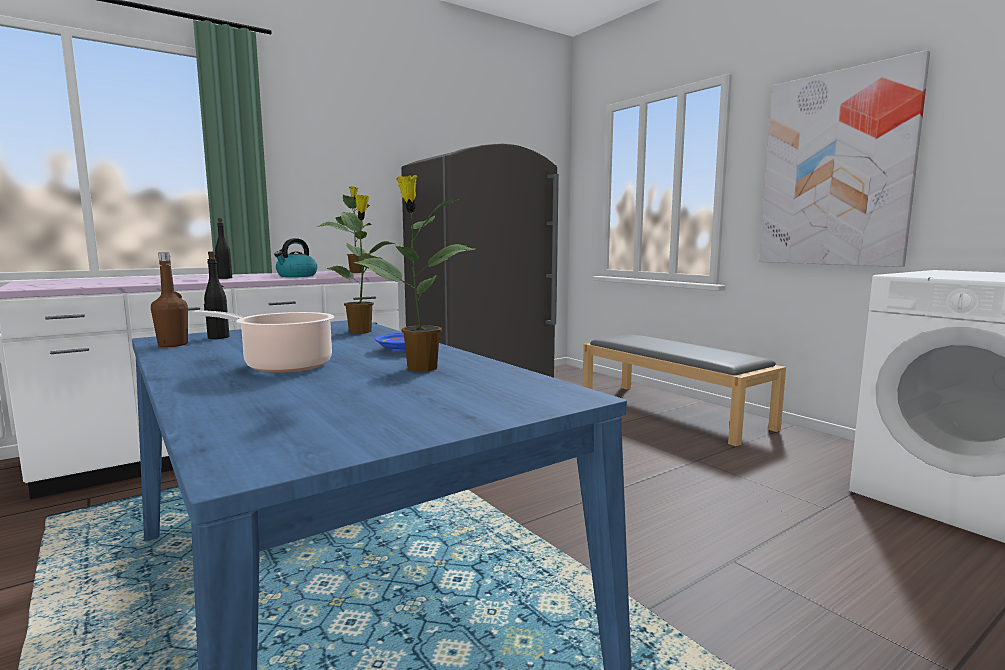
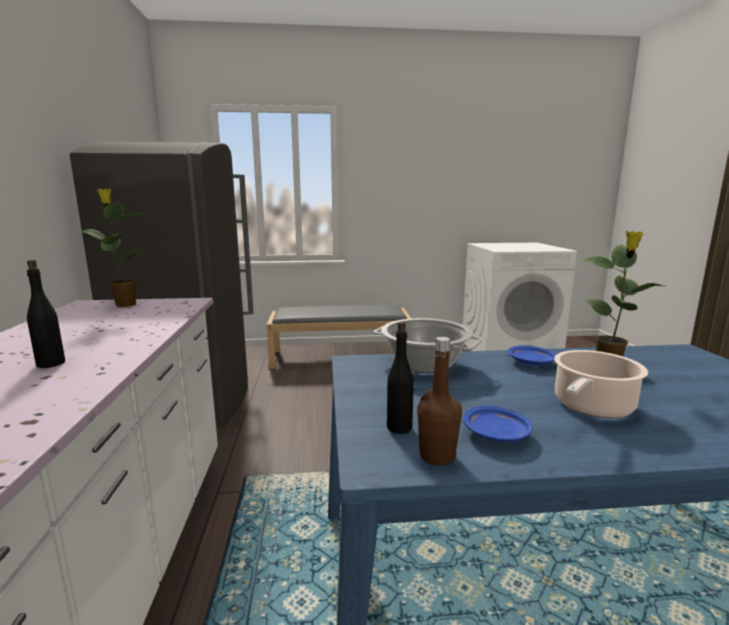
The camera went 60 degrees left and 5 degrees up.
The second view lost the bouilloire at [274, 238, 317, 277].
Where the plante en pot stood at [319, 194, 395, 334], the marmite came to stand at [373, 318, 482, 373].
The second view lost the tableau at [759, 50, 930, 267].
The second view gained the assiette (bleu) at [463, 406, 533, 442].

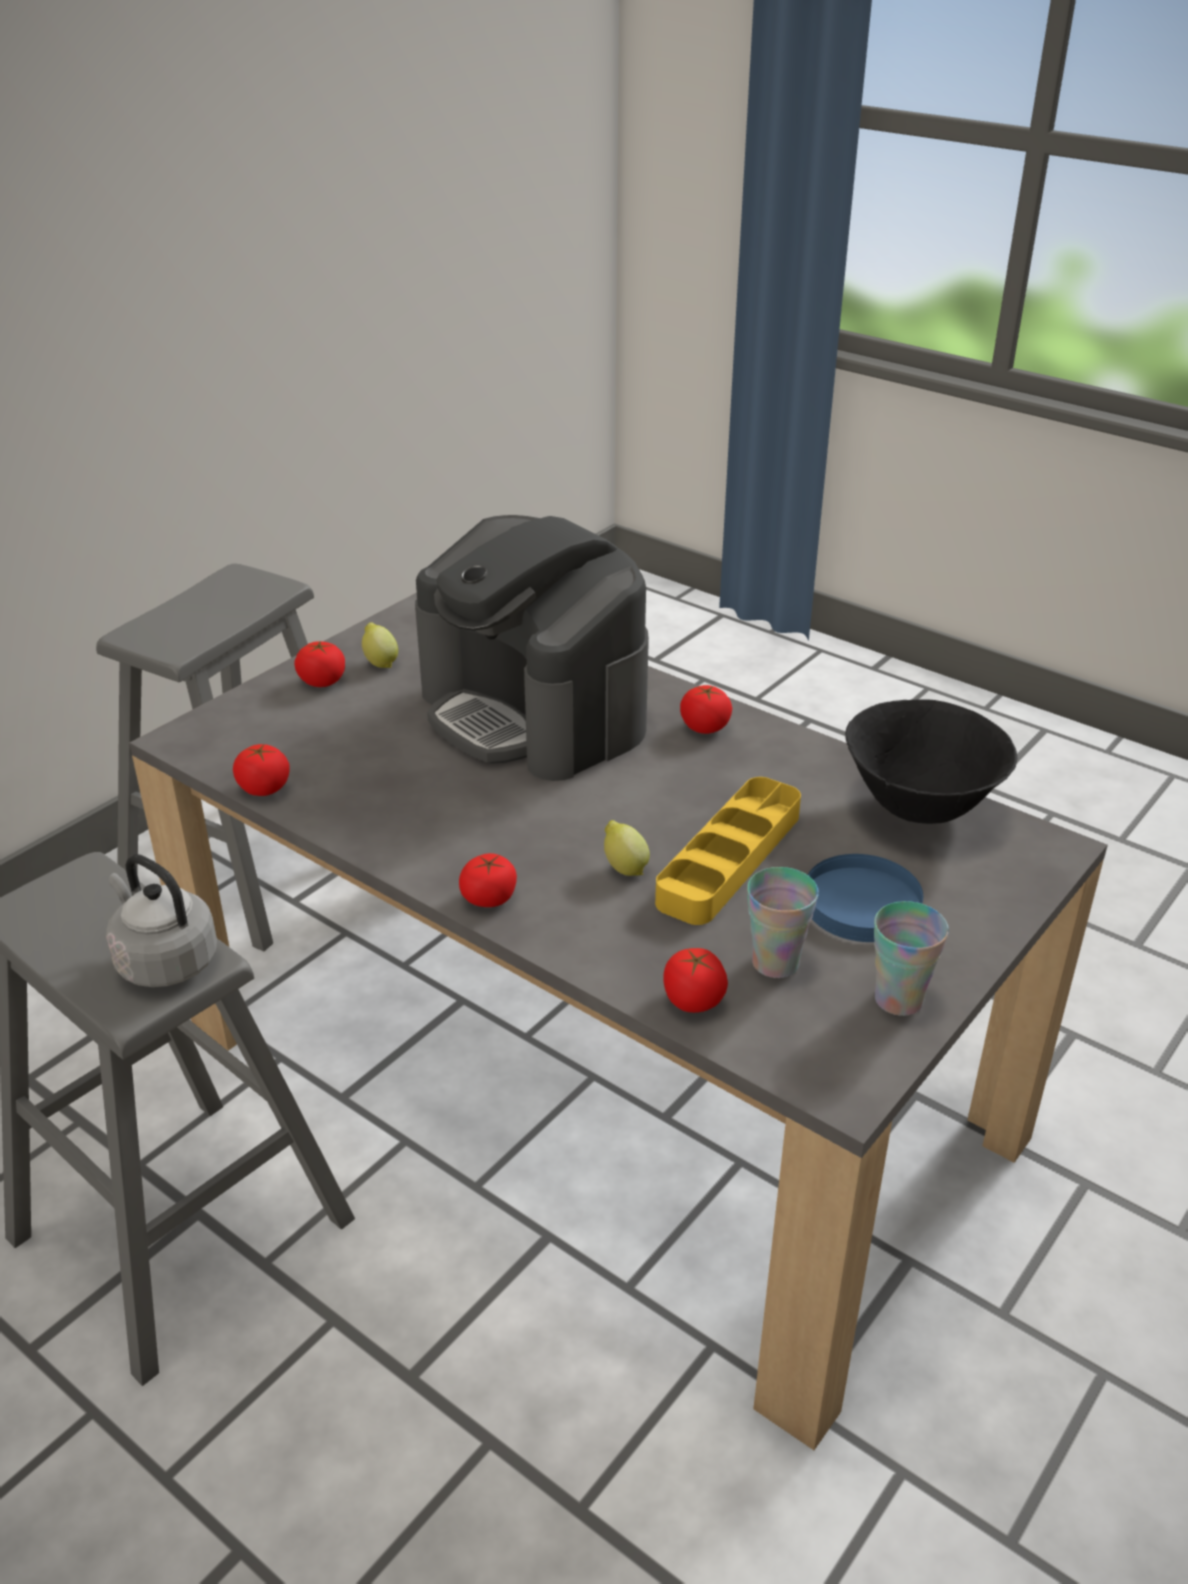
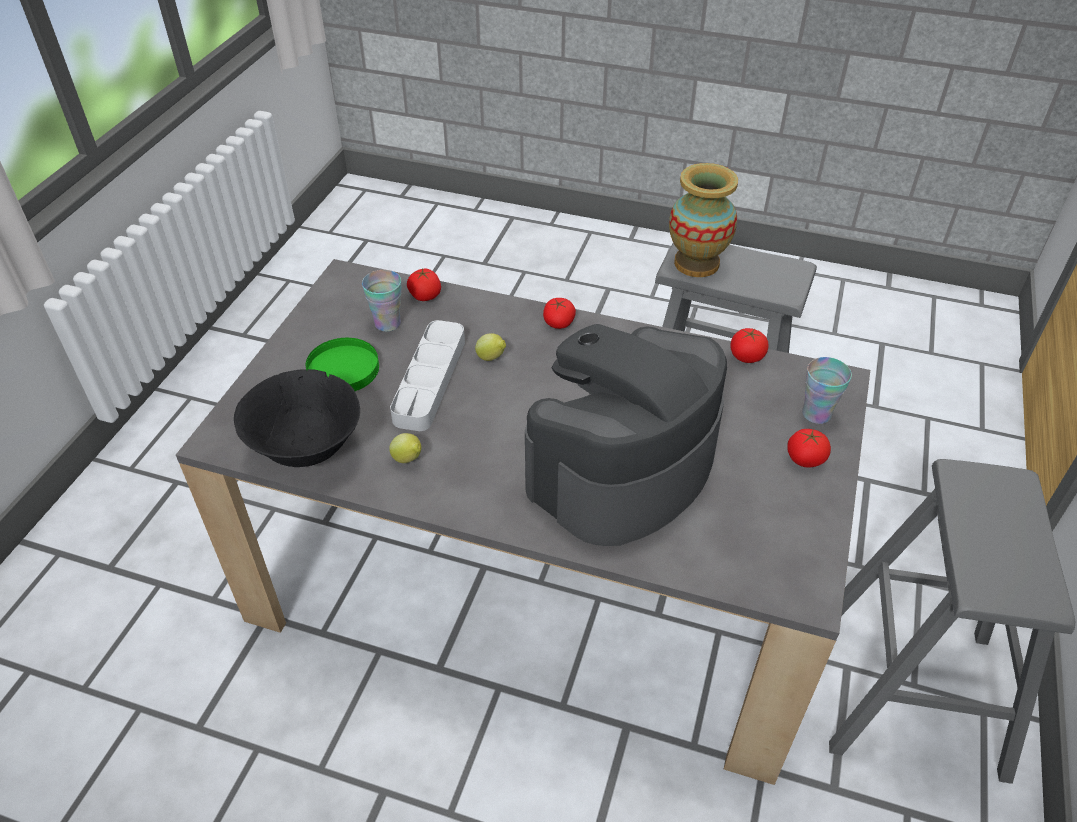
The camera went 160 degrees right and 10 degrees up.
Where the bouilloire (gris) stood at [106, 854, 217, 987], the vase came to stand at [669, 163, 738, 277].
The citron ended up elsewhere, having gone from [362, 622, 398, 668] to [389, 433, 421, 463].
The machine à café at [415, 515, 649, 781] ended up facing another way, 75 degrees counterclockwise from before.
What was the plateau (jaune) at [655, 777, 801, 925] turned into the plateau (gris) at [390, 320, 465, 431].
The second view lost the tomate at [680, 685, 732, 734].
What was the assiette (bleu) at [808, 854, 923, 942] turned into the assiette (vert) at [306, 338, 379, 391].
The tasse ended up elsewhere, having gone from [874, 901, 949, 1016] to [802, 357, 852, 424].

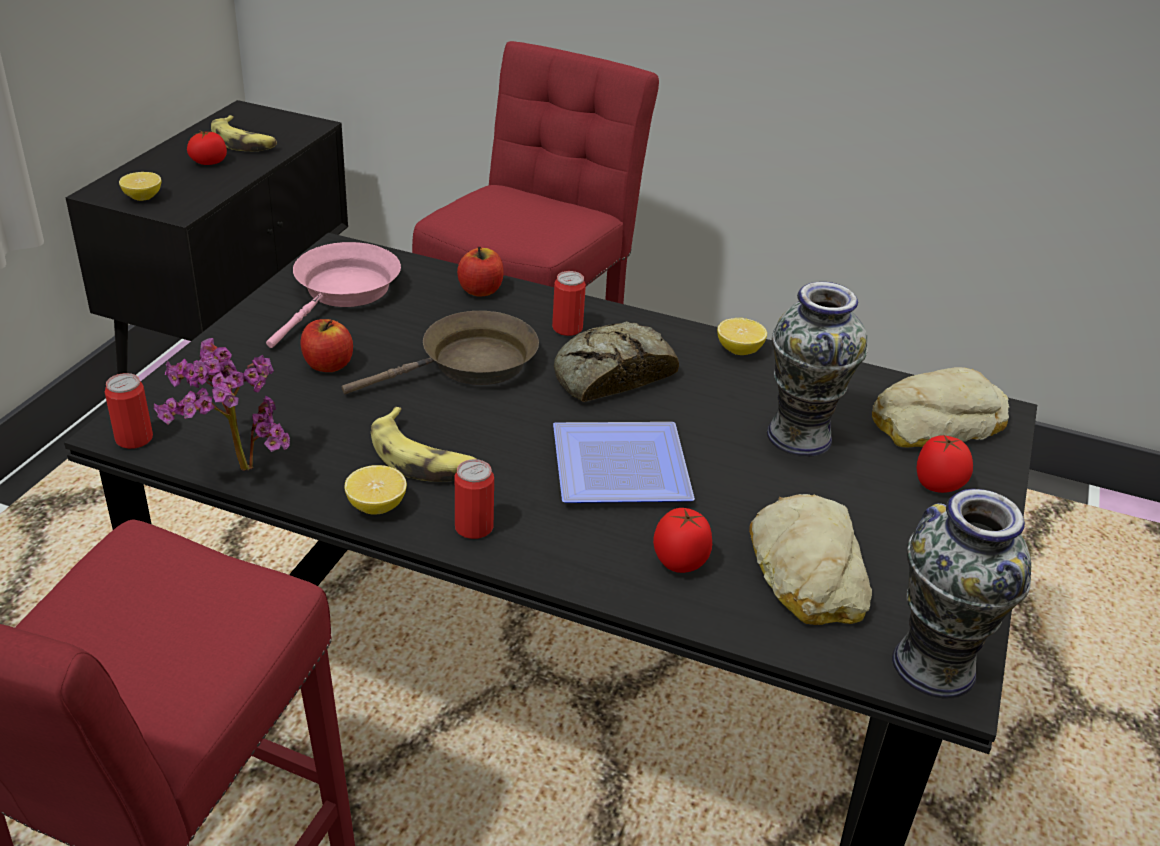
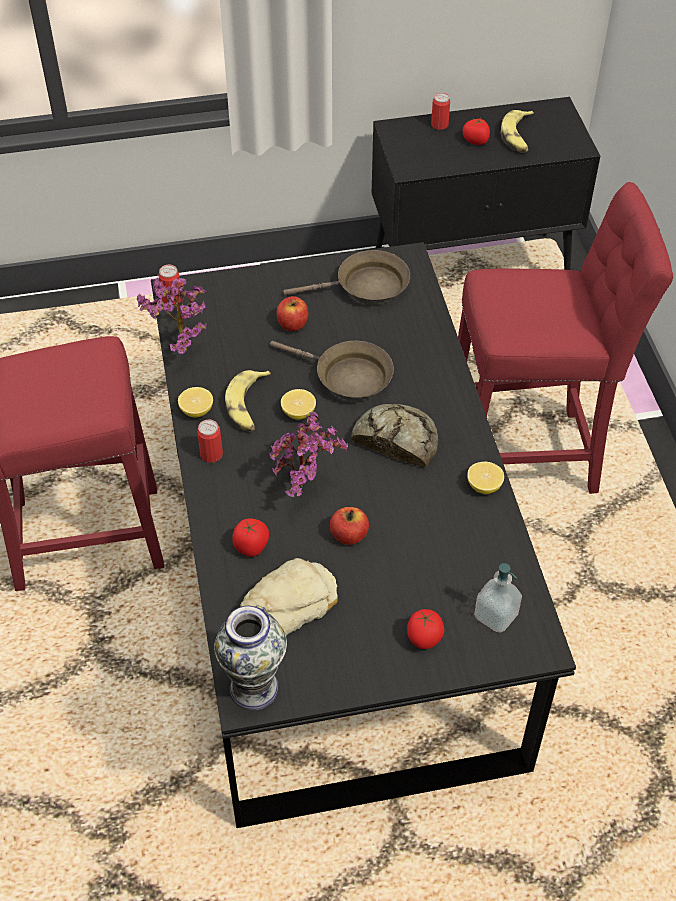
The camera went 60 degrees right and 15 degrees up.
The citron ended up elsewhere, having gone from [119, 172, 161, 201] to [281, 389, 316, 420].
What was the poêle (rose) at [266, 242, 401, 348] turned into the poêle (marron) at [283, 250, 410, 305].
The pomme ended up elsewhere, having gone from [457, 246, 504, 297] to [330, 507, 369, 545].
The boîte métallique ended up elsewhere, having gone from [552, 271, 586, 336] to [431, 93, 450, 130].
Where the assiette stood at [553, 422, 695, 503], the plante en pot came to stand at [269, 412, 348, 497].
The second view lost the vase at [767, 282, 868, 457].
Where the pain stood at [872, 367, 1009, 447], the distributeur de savon came to stand at [474, 563, 522, 633].

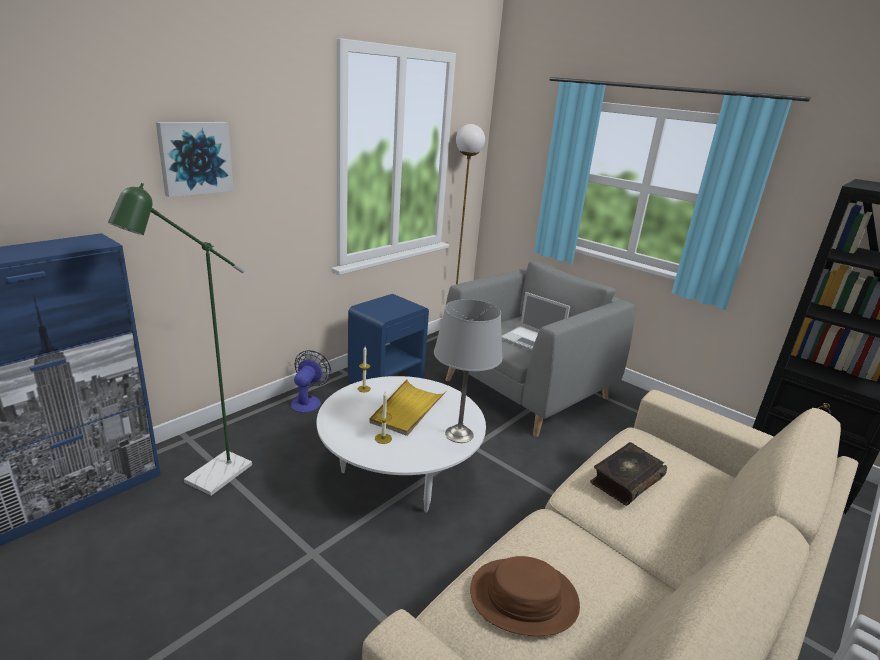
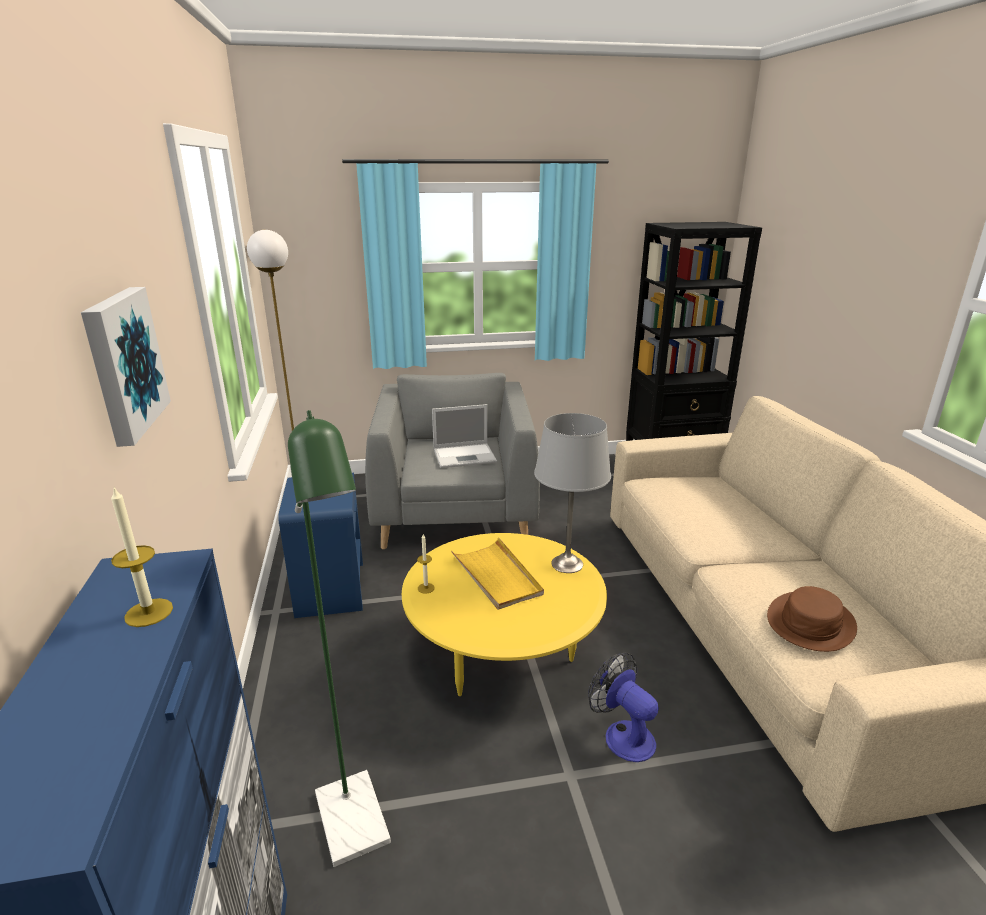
The camera went 50 degrees left and 0 degrees up.
The ventilateur ended up elsewhere, having gone from [291, 350, 331, 413] to [588, 653, 659, 762].
What was the table basse (blanc) at [317, 376, 486, 512] turned into the table basse (jaune) at [402, 533, 607, 696].
The bougie ended up elsewhere, having gone from [375, 391, 392, 444] to [111, 487, 173, 627].
The second view lost the livre at [590, 442, 667, 506].

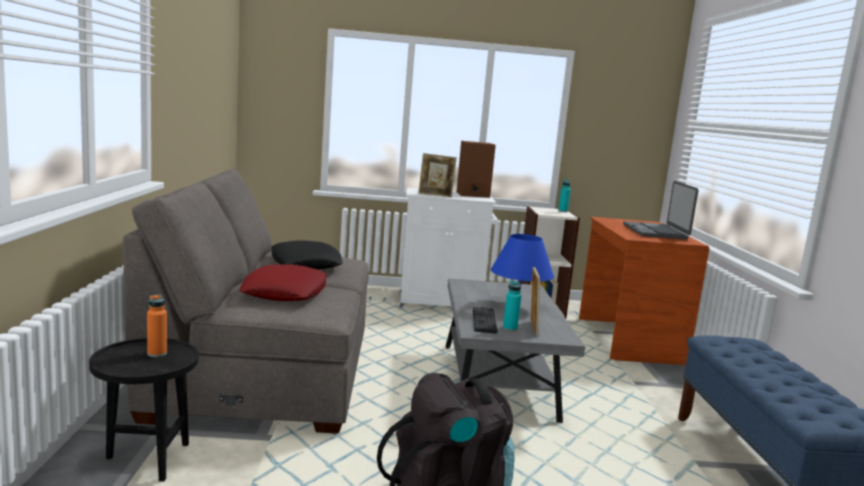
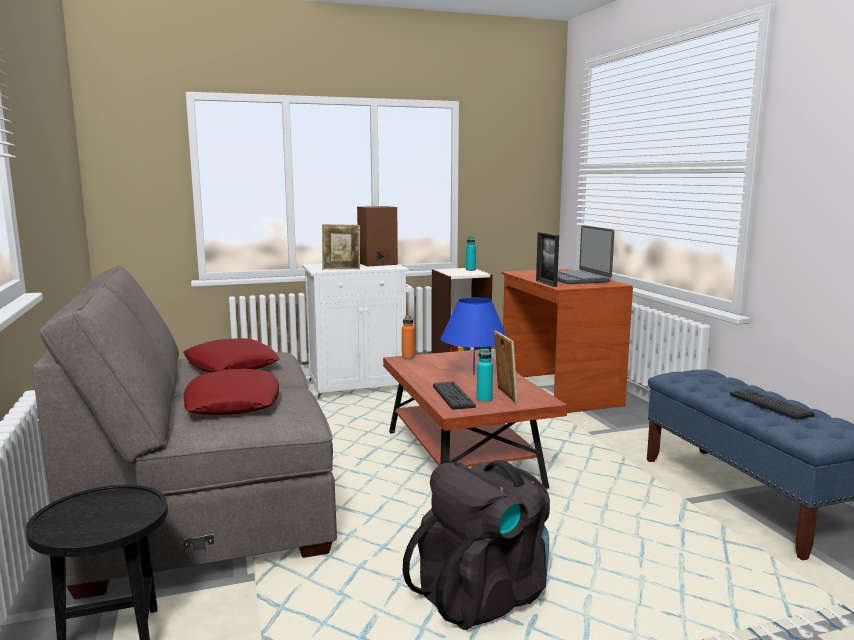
The camera went 15 degrees left and 0 degrees up.
The bouteille (orange) ended up elsewhere, having gone from [147, 294, 167, 357] to [402, 315, 415, 359].
What was the coussin (noir) at [272, 240, 342, 270] turned into the coussin (rouge) at [183, 338, 280, 373].
What was the table basse (gris) at [445, 279, 585, 423] turned into the table basse (marron) at [383, 350, 567, 489].
The second view gained the cadre photo at [536, 232, 559, 287].
The second view gained the clavier at [730, 389, 815, 420].

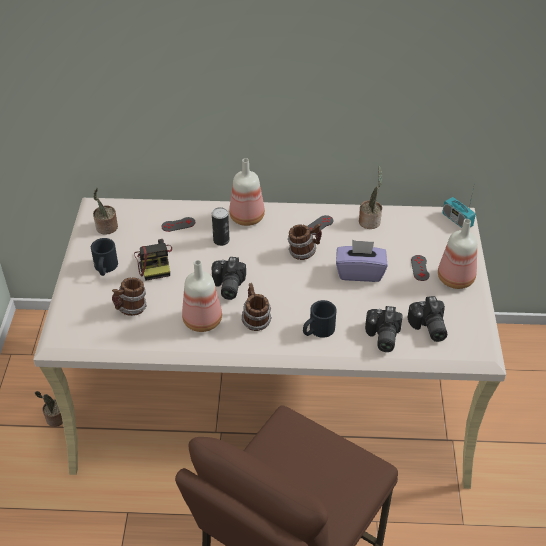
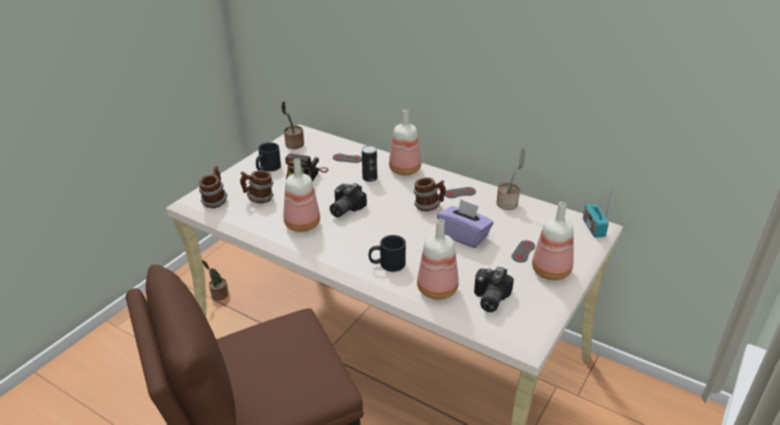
The camera went 30 degrees right and 10 degrees down.
The mug ended up elsewhere, having gone from [242, 283, 272, 331] to [199, 166, 228, 208].
Where the appareil photo stood at [365, 306, 403, 352], the bouteille came to stand at [417, 219, 459, 299].

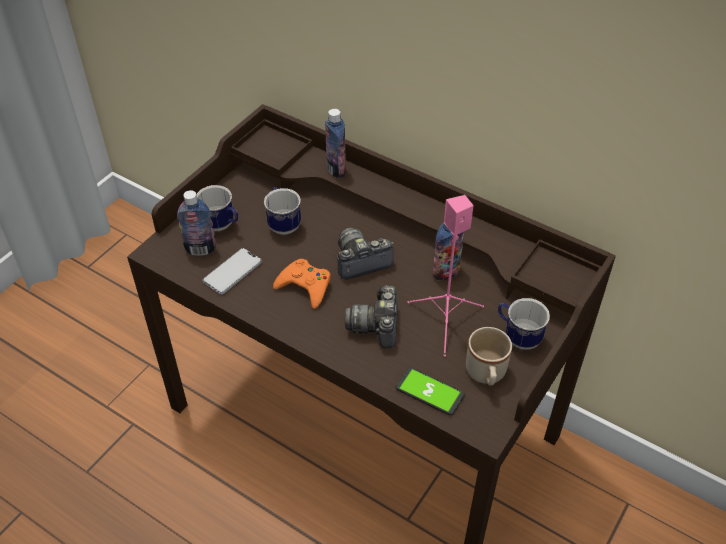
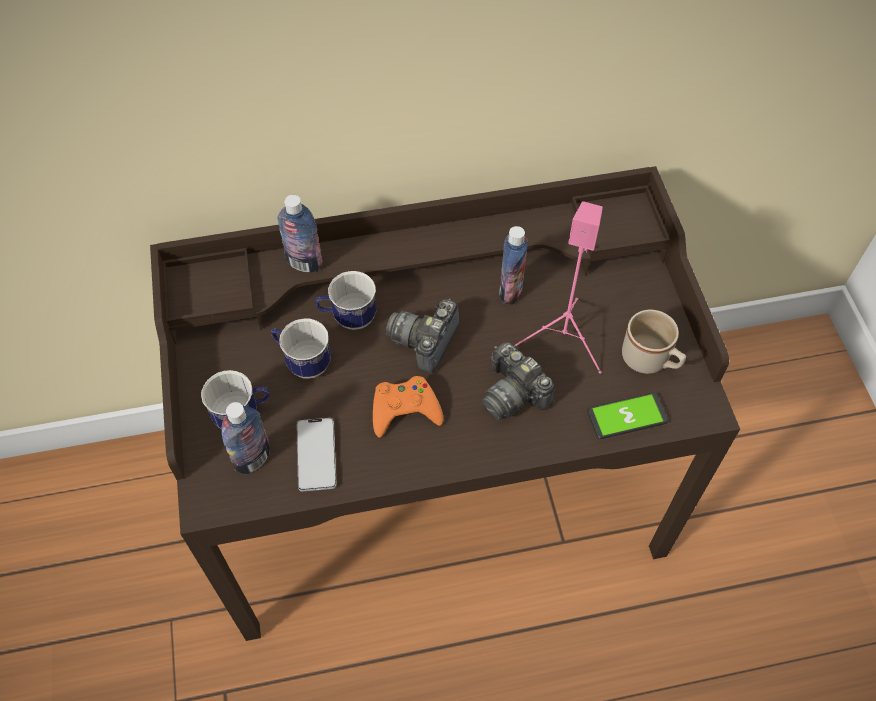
The camera went 45 degrees left and 10 degrees up.
The mug ended up elsewhere, having gone from [498, 298, 550, 349] to [315, 271, 376, 330].

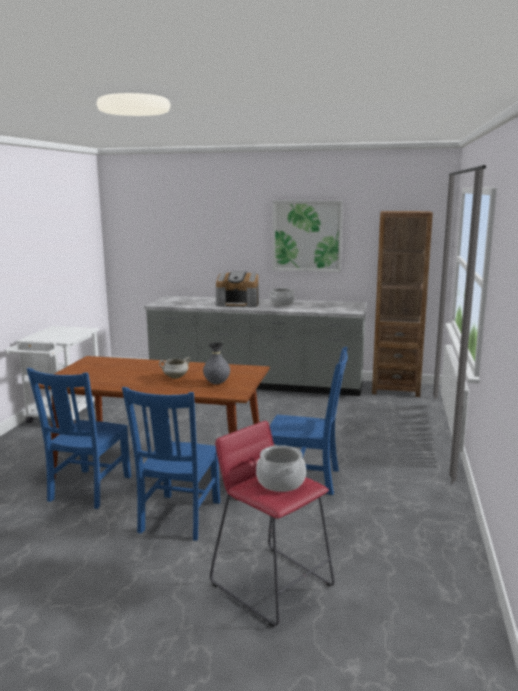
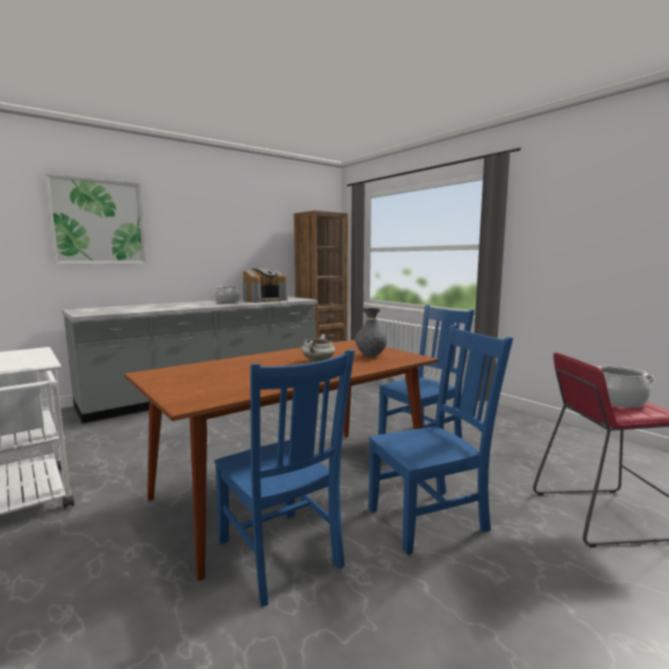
The camera went 50 degrees left and 5 degrees down.
The chaise (bleu) at [122, 387, 220, 541] ended up facing another way, 75 degrees counterclockwise from before.
The machine à café ended up elsewhere, having gone from [216, 271, 259, 307] to [243, 268, 288, 303].
The tableau ended up elsewhere, having gone from [272, 201, 343, 272] to [44, 173, 146, 265].

